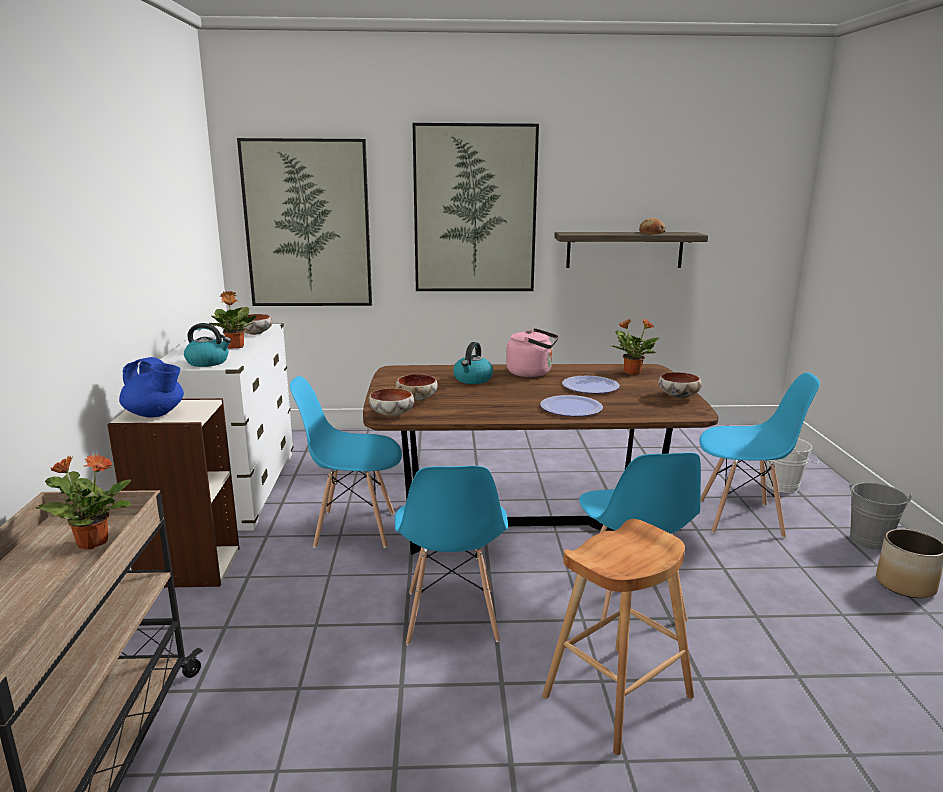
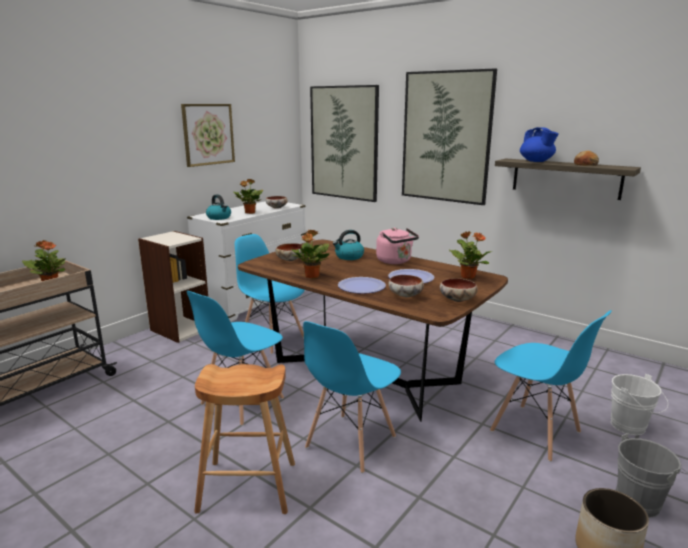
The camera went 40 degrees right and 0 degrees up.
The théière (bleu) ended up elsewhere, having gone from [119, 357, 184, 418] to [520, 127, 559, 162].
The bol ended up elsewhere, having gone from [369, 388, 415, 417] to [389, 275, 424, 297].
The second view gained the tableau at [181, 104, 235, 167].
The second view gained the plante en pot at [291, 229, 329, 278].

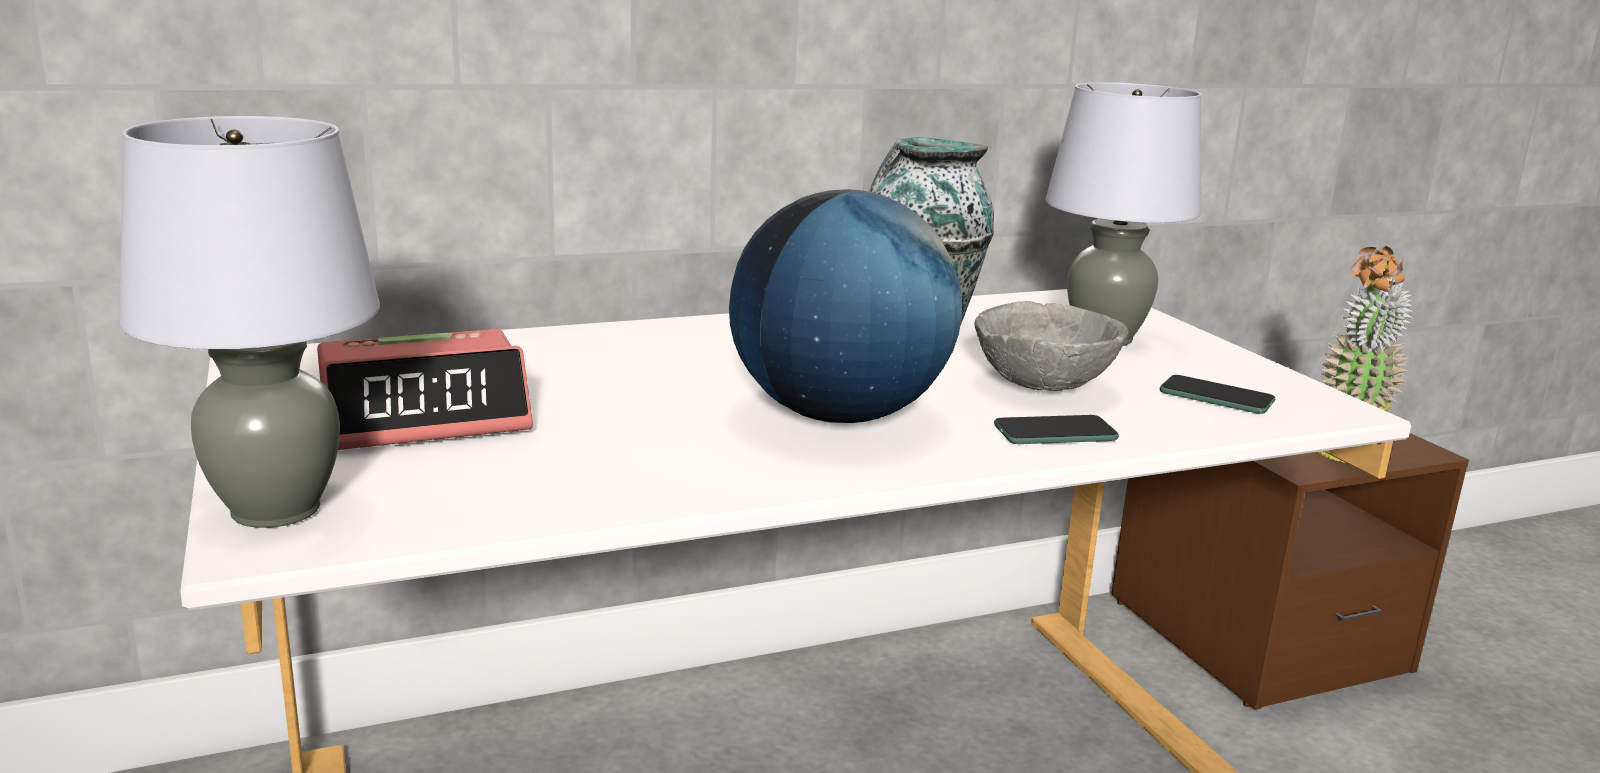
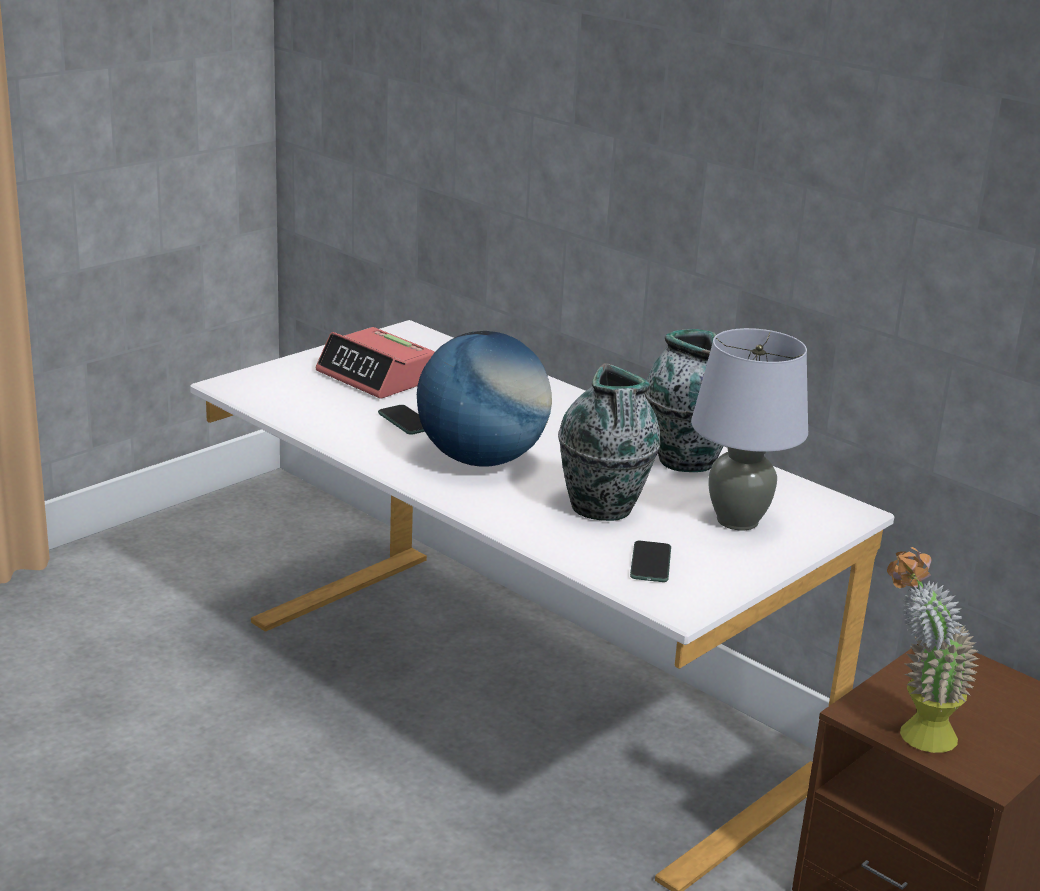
The camera went 65 degrees right and 5 degrees up.
The second view lost the lampe de table (gris) at [118, 116, 380, 528].
Where the bol (gris) stood at [974, 301, 1128, 391], the vase came to stand at [558, 363, 661, 521].
The téléphone ended up elsewhere, having gone from [994, 415, 1119, 444] to [378, 405, 425, 435].

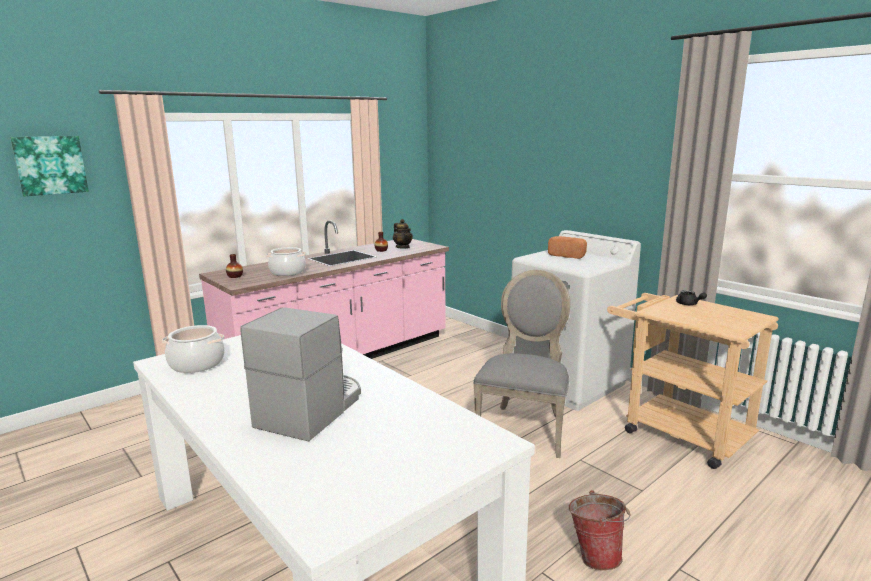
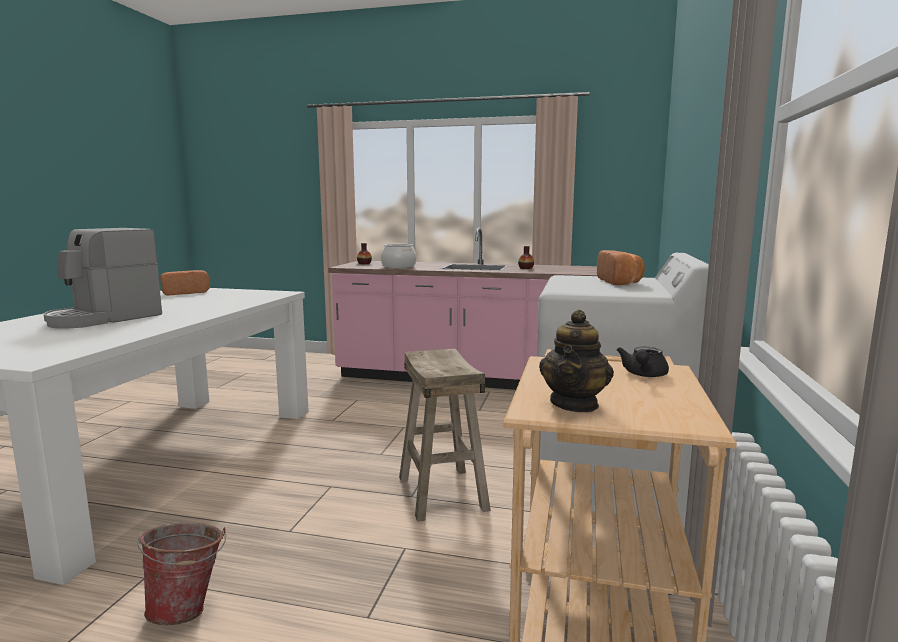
The camera went 55 degrees right and 5 degrees down.
The second view lost the tableau at [10, 136, 89, 196].
Where the marmite stood at [162, 325, 225, 373], the pain came to stand at [160, 270, 210, 295].
The machine à café at [241, 307, 361, 442] ended up facing another way, 135 degrees clockwise from before.
The théière ended up elsewhere, having gone from [393, 219, 413, 249] to [539, 309, 614, 412].
Where the chaise (gris) stood at [473, 270, 570, 458], the tabouret (beige) came to stand at [399, 348, 491, 522].

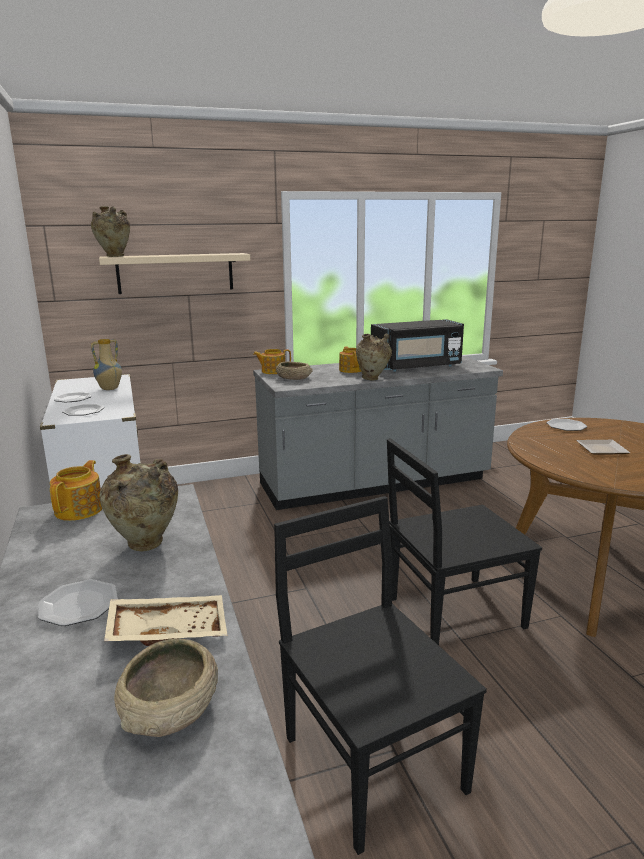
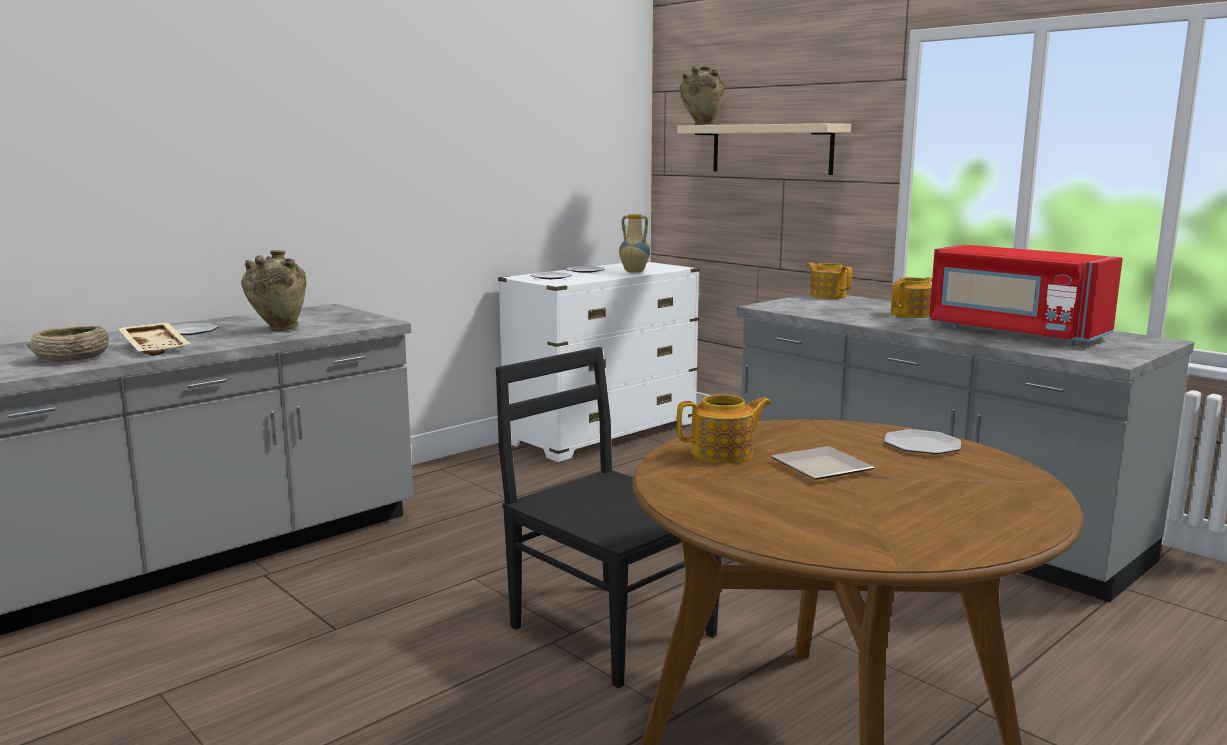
The camera went 65 degrees right and 5 degrees down.
The théière ended up elsewhere, having gone from [50, 460, 102, 521] to [677, 395, 772, 464].
The second view lost the chaise (noir) at [274, 496, 487, 855].
The second view lost the bol (beige) at [276, 361, 313, 380].
The second view lost the vase (beige) at [356, 334, 392, 380].
What was the micro-ondes (noir) at [371, 319, 464, 372] turned into the micro-ondes (rouge) at [929, 245, 1123, 345].

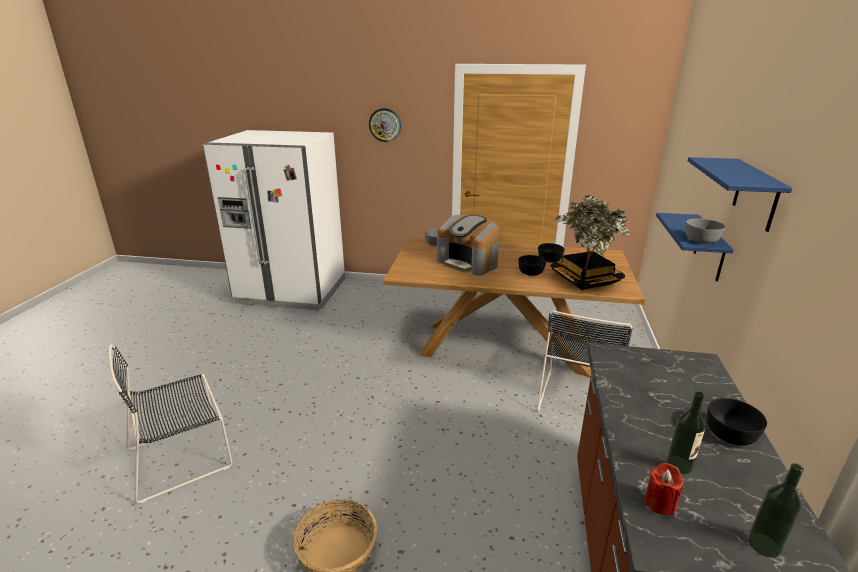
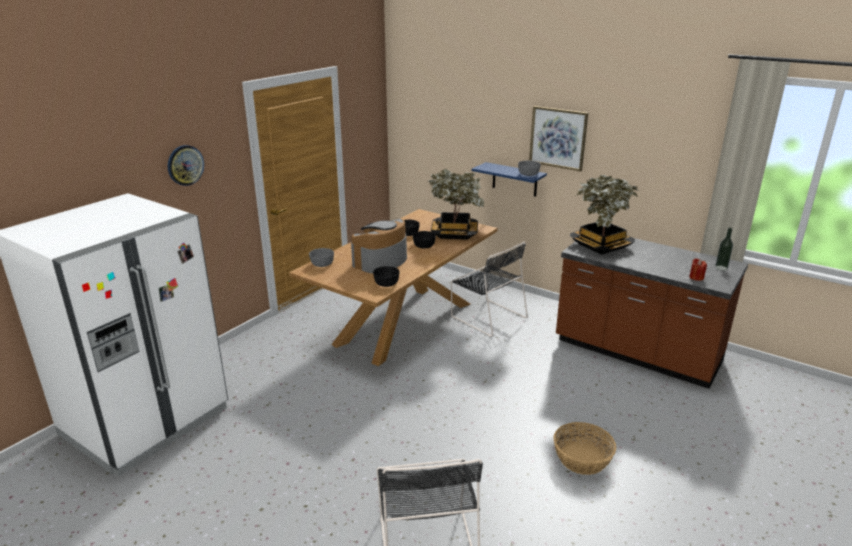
The camera went 65 degrees left and 0 degrees up.
The machine à café at [437, 215, 499, 276] ended up facing another way, 150 degrees clockwise from before.
The second view lost the bouteille at [666, 391, 705, 474].
Where the étagère (bleu) hung at [688, 157, 792, 232], the tableau came to hang at [529, 106, 588, 172].
The bol (noir) ended up elsewhere, having gone from [707, 398, 767, 446] to [373, 266, 399, 287].
The second view gained the plante en pot at [570, 175, 638, 255].

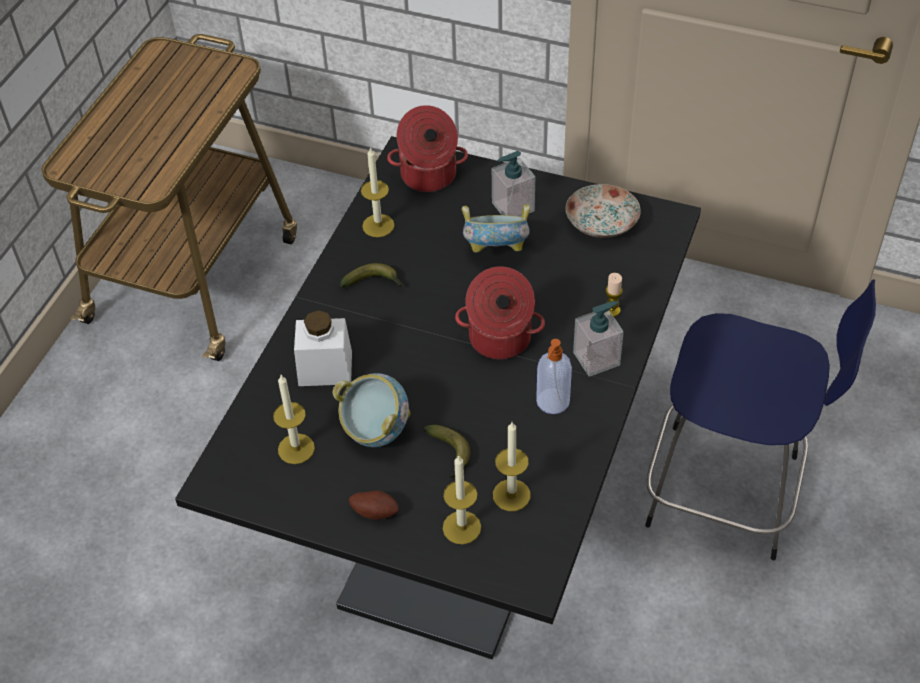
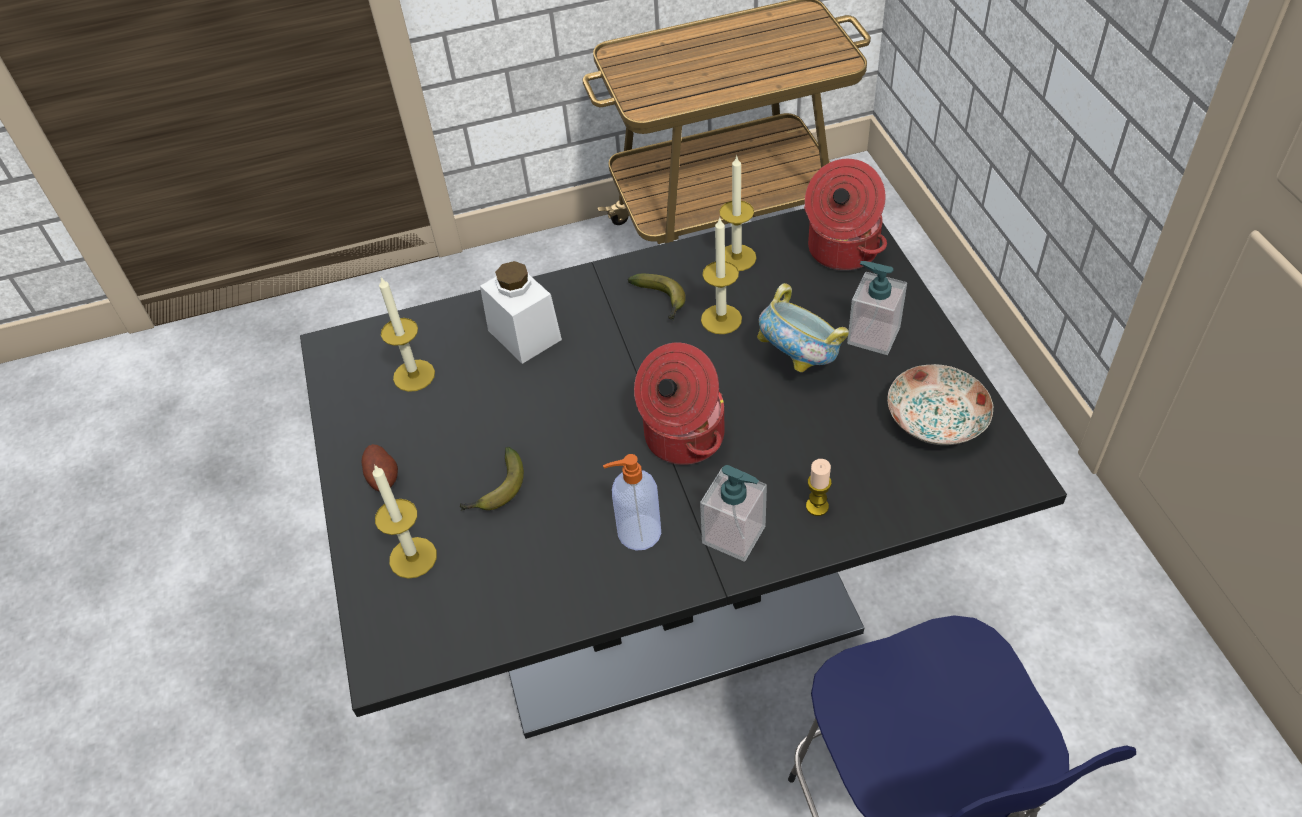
The camera went 55 degrees right and 0 degrees up.
The second view lost the bol at [332, 373, 410, 447].
The bougie ended up elsewhere, having gone from [493, 422, 531, 511] to [701, 217, 742, 334].

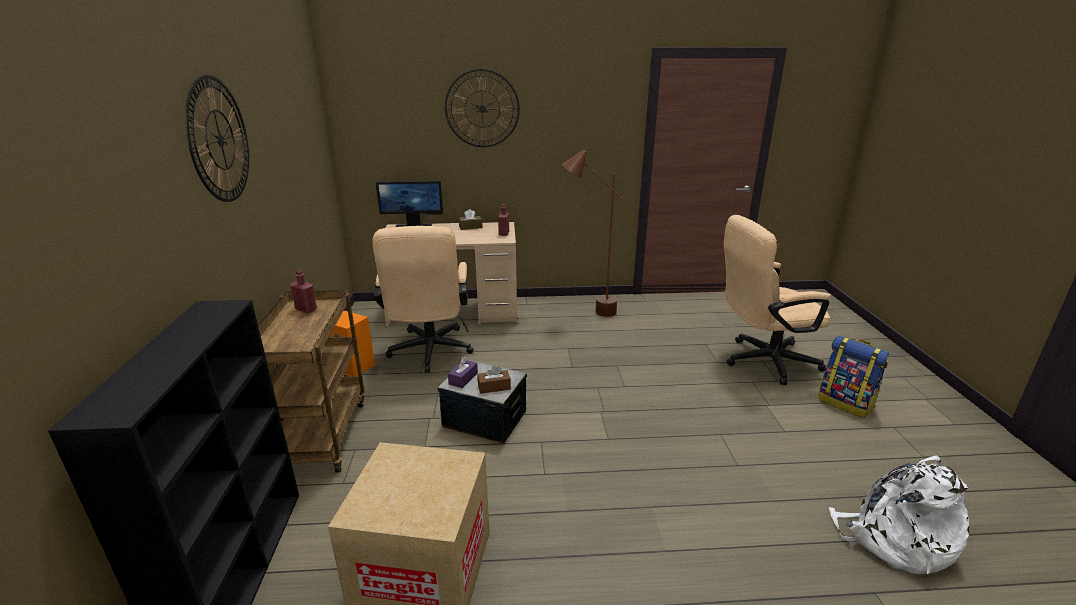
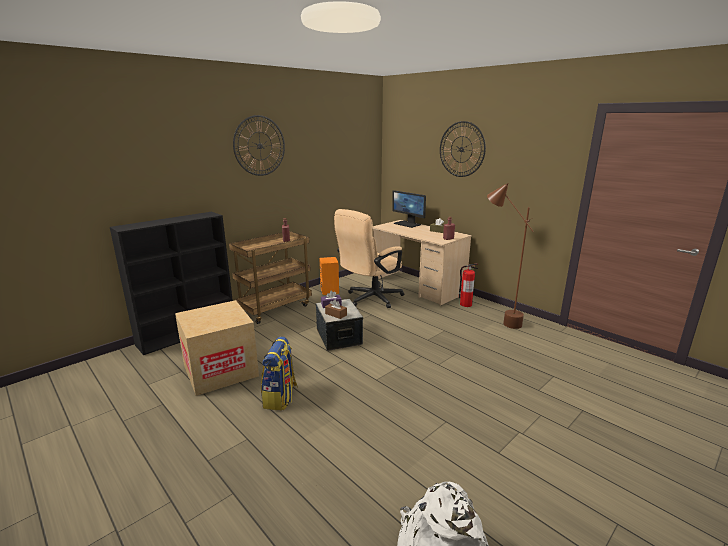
The camera went 50 degrees right and 5 degrees down.
The second view lost the chaise de bureau (beige) at [724, 215, 831, 385].
The sac à dos ended up elsewhere, having gone from [818, 336, 889, 418] to [261, 337, 298, 410].
The second view gained the extincteur at [459, 263, 478, 307].

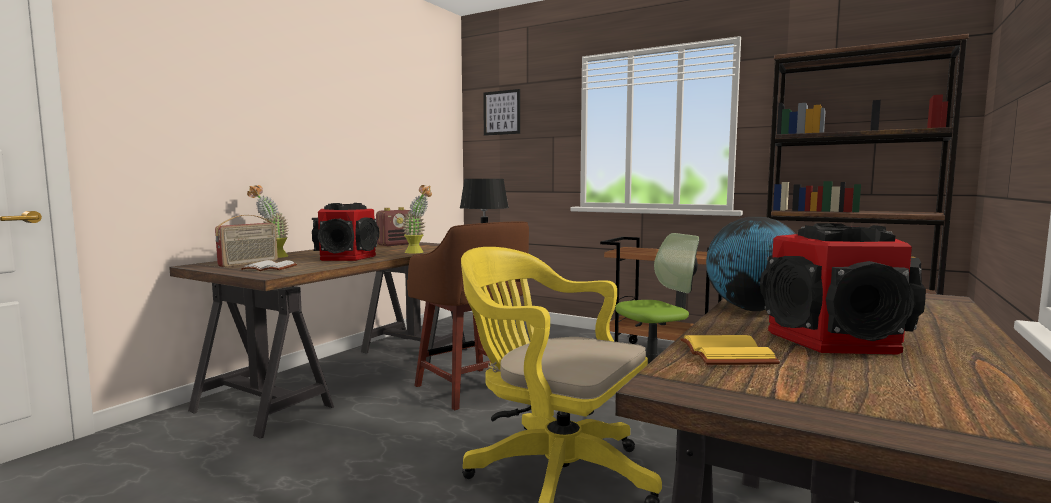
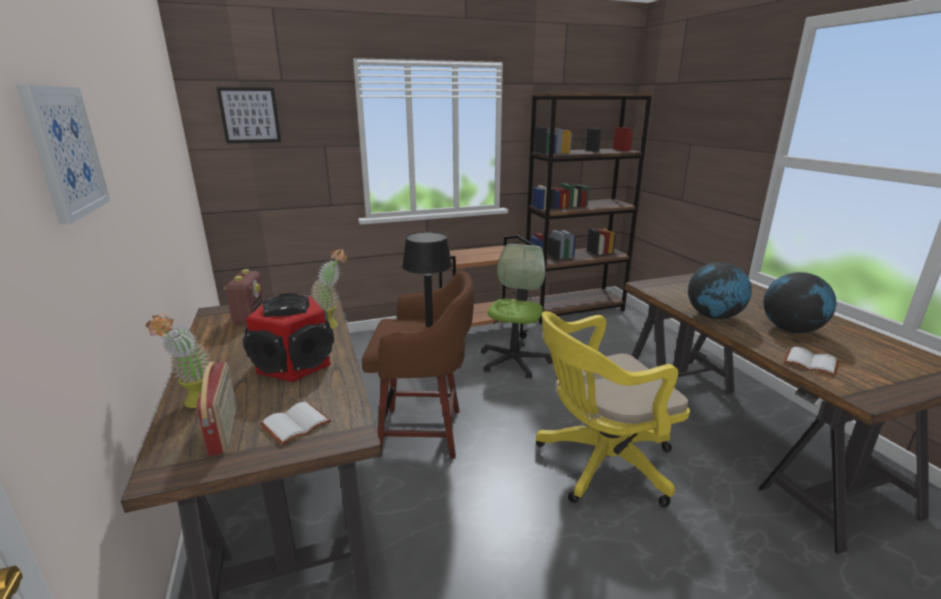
The camera went 50 degrees left and 15 degrees up.
What was the livre (jaune) at [680, 335, 780, 365] turned into the livre (blanc) at [783, 347, 839, 376].
Where the enceinte stood at [760, 223, 926, 354], the globe came to stand at [763, 272, 837, 333].
The second view gained the tableau at [16, 85, 110, 224].

